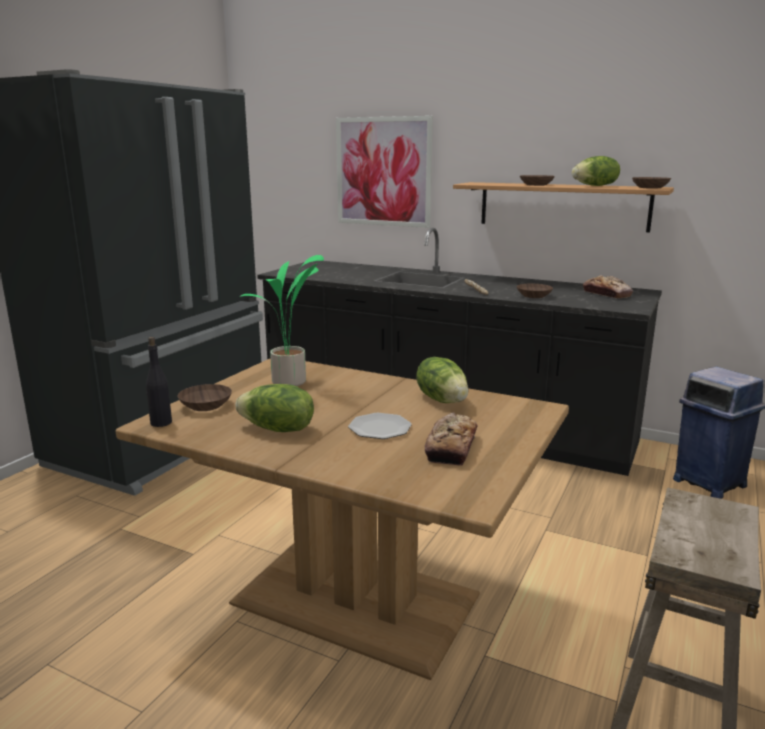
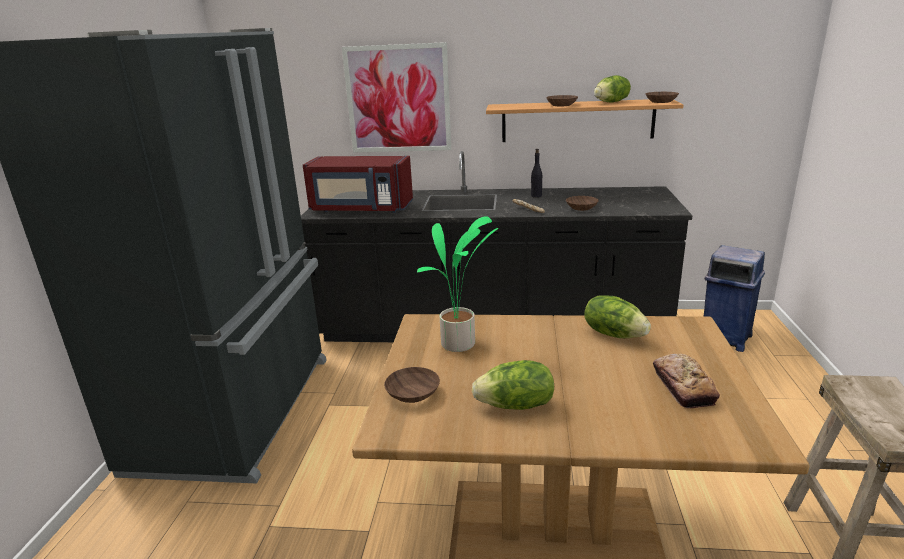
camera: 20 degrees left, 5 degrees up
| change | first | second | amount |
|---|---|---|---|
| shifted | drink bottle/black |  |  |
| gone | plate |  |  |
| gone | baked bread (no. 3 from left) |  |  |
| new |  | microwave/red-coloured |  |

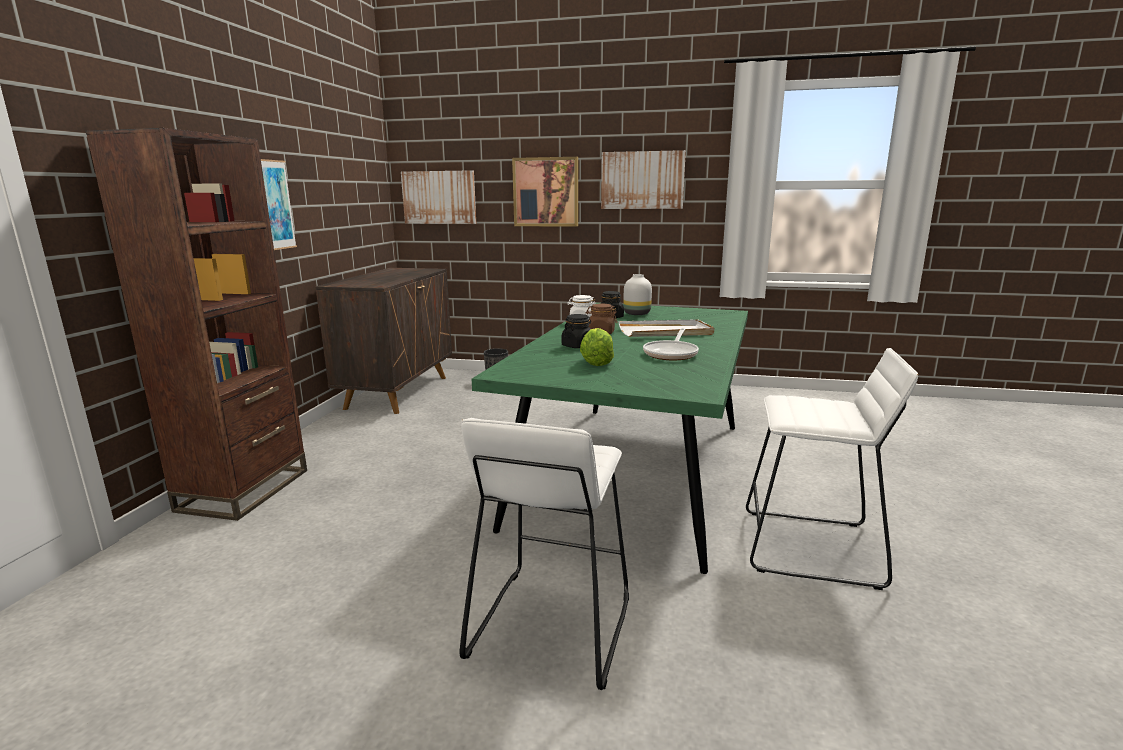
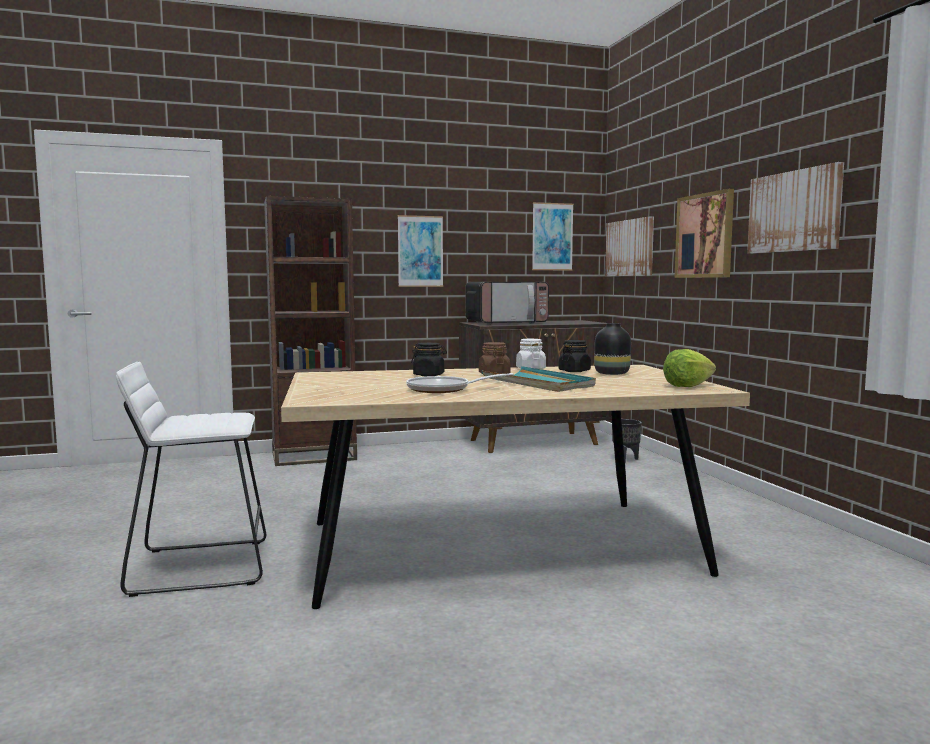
camera: 60 degrees right, 10 degrees down
| change | first | second | amount |
|---|---|---|---|
| repainted | kitchen table/green | kitchen table/beige |  |
| shifted | lettuce head |  |  |
| repainted | serving tray/white-coloured | serving tray/turquoise-coloured |  |
| repainted | flower vase/white-coloured | flower vase/black |  |
| gone | sitting stool/white-coloured (no. 2 from left) |  |  |
| new |  | microwave |  |
| new |  | wall picture (no. 2 from left) |  |

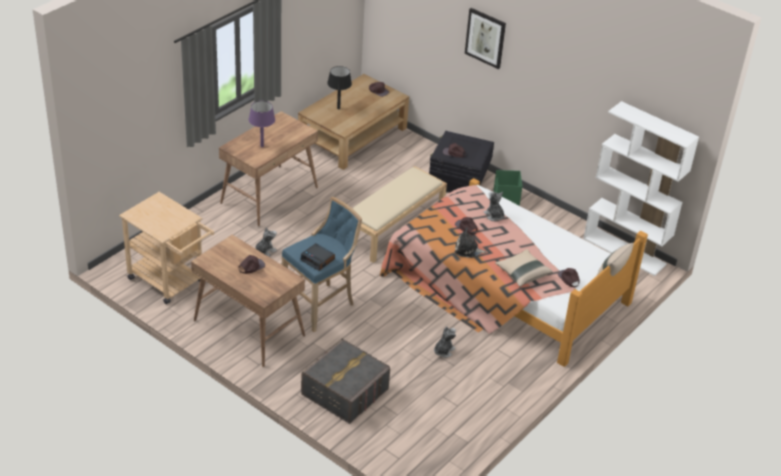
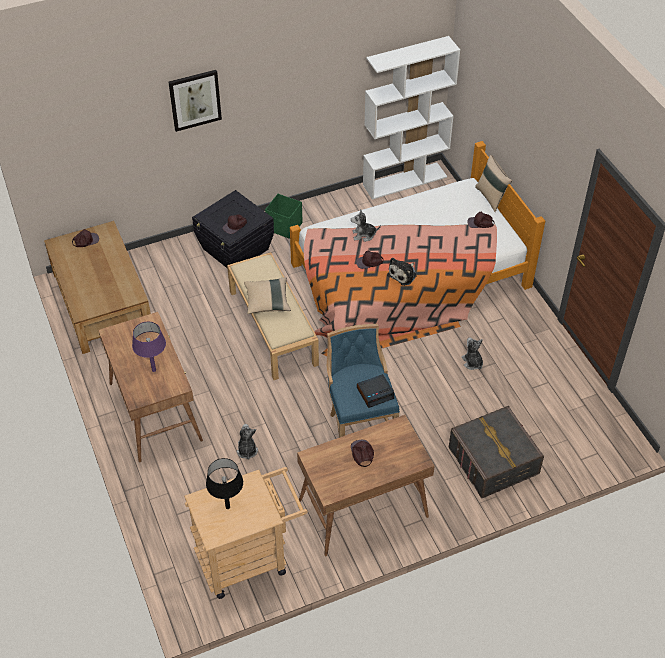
camera: 60 degrees left, 10 degrees up
| change | first | second | amount |
|---|---|---|---|
| shifted | table lamp/black |  |  |
| shifted | throw pillow/beige (no. 1 from left) |  |  |

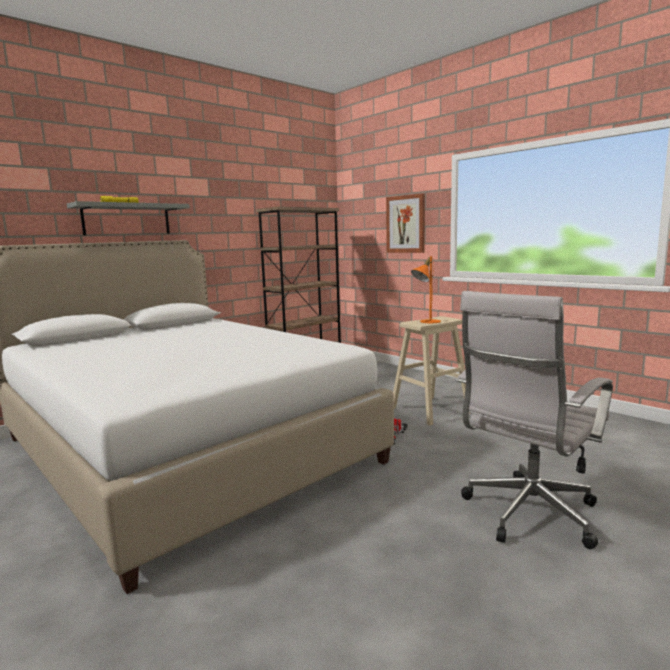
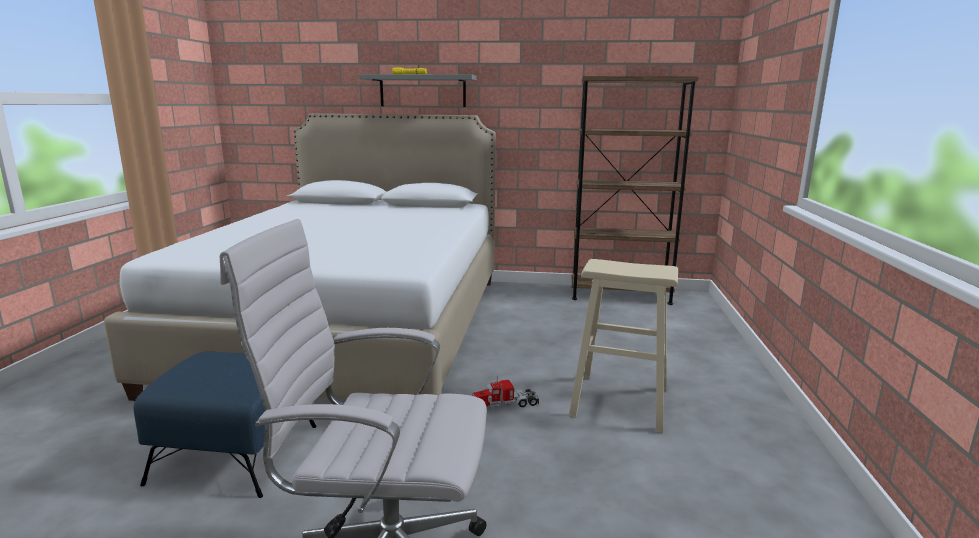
camera: 50 degrees right, 5 degrees up
| change | first | second | amount |
|---|---|---|---|
| gone | wall picture |  |  |
| gone | table lamp/orangey |  |  |
| new |  | ottoman/blue-coloured |  |

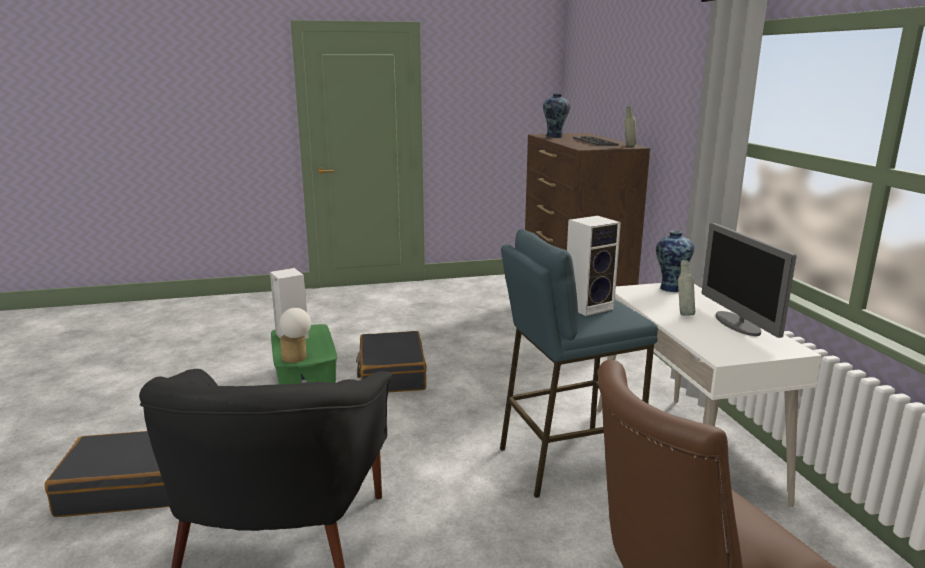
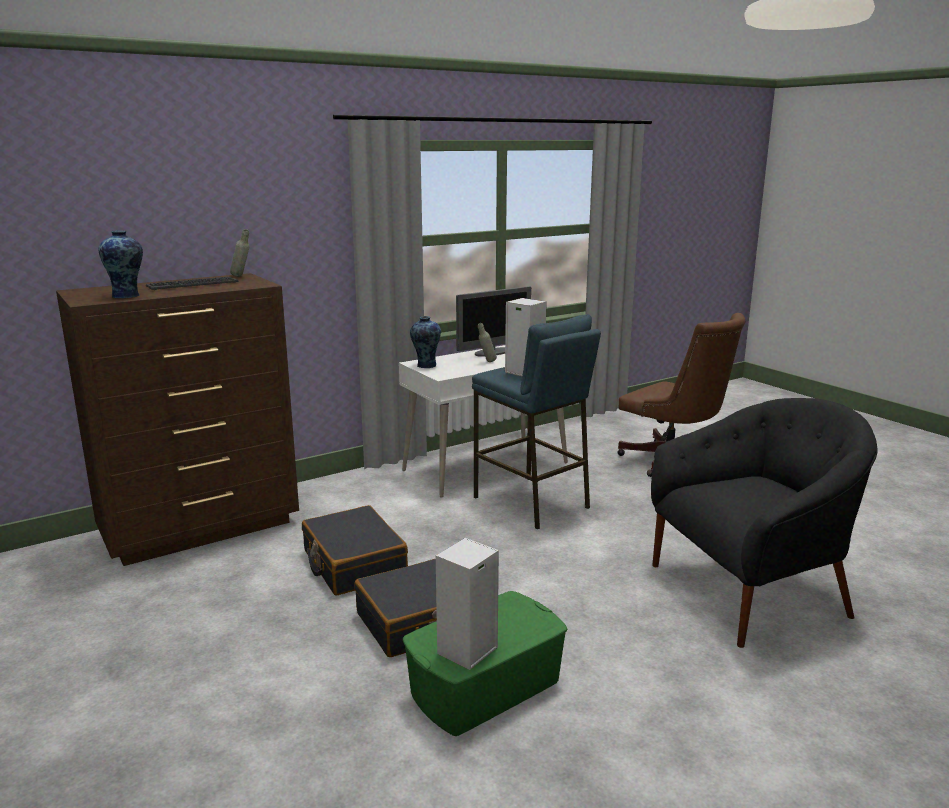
camera: 110 degrees left, 0 degrees up
| change | first | second | amount |
|---|---|---|---|
| shifted | travel case/black (no. 1 from left) |  |  |
| gone | table lamp |  |  |

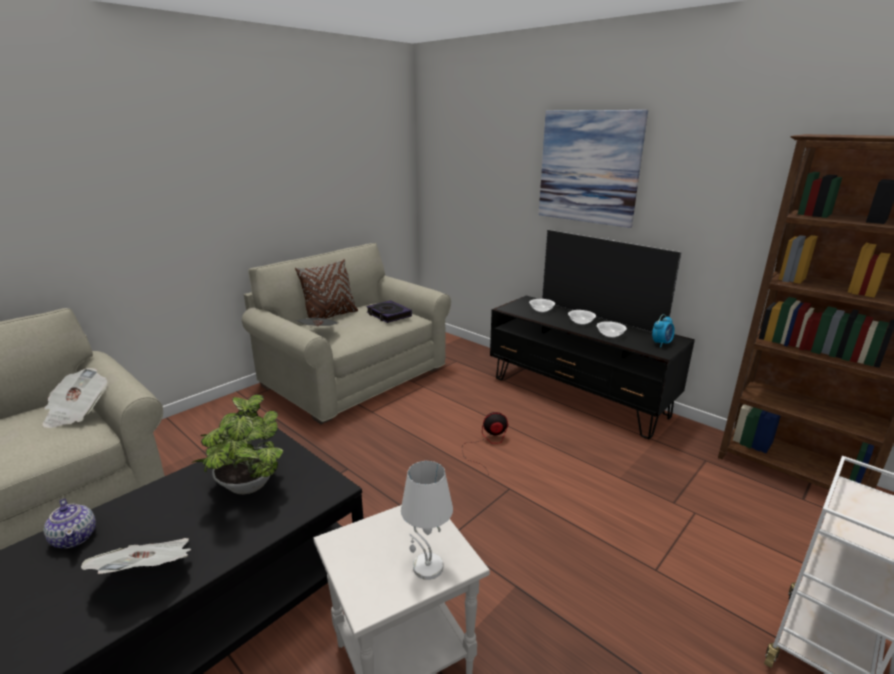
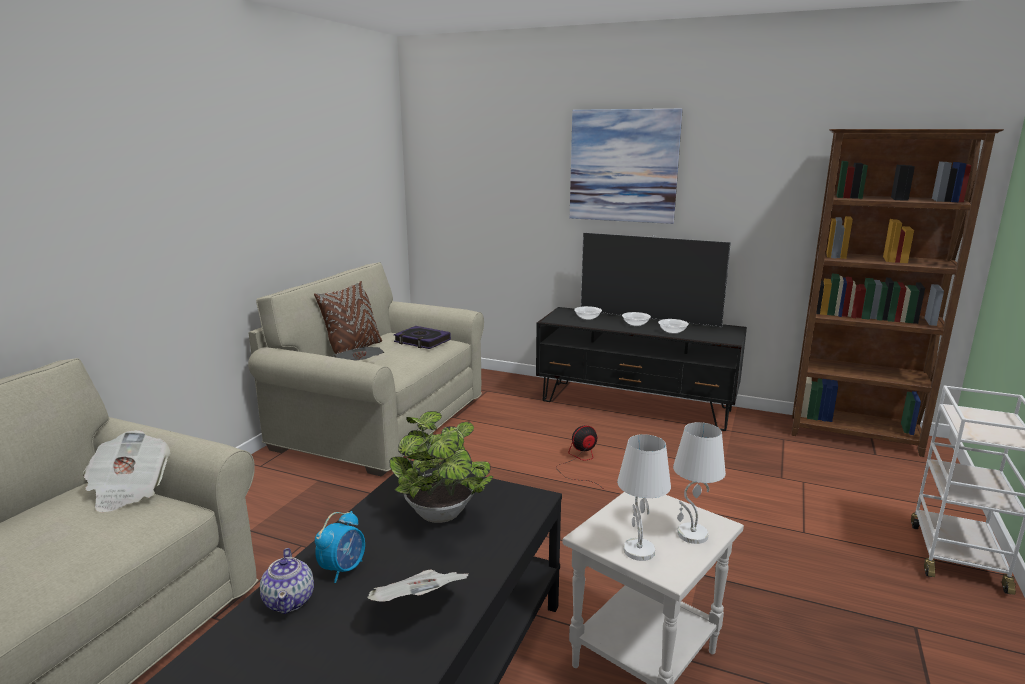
camera: 20 degrees left, 5 degrees down
| change | first | second | amount |
|---|---|---|---|
| rotated | tea pot |  | 45 degrees clockwise |
| shifted | alarm clock |  |  |
| new |  | table lamp/white-coloured (no. 1 from left) |  |

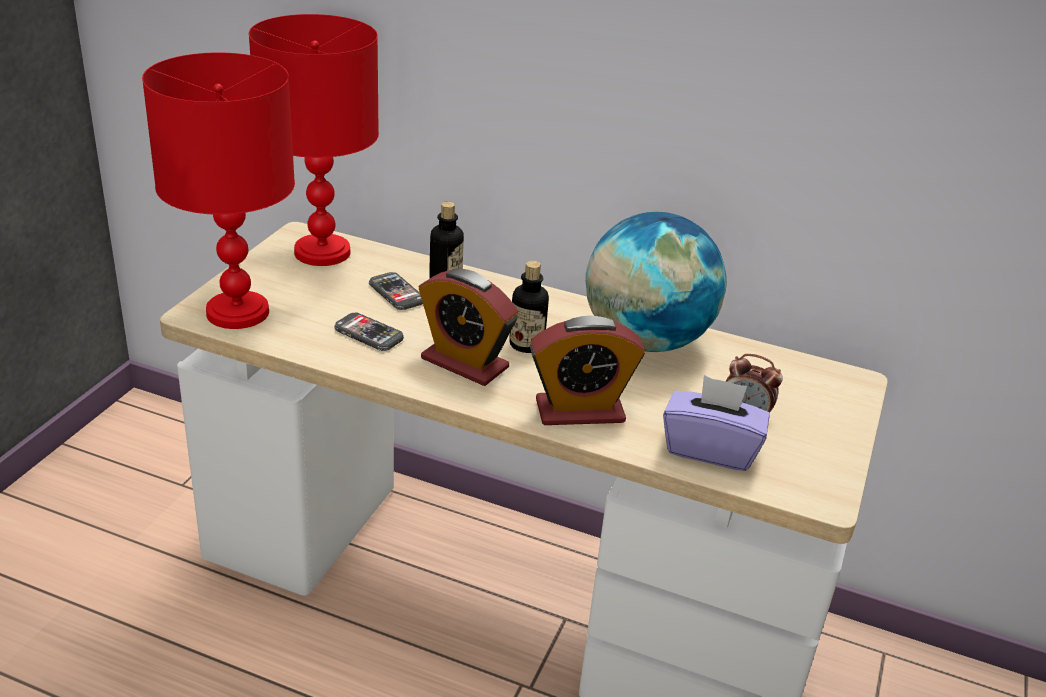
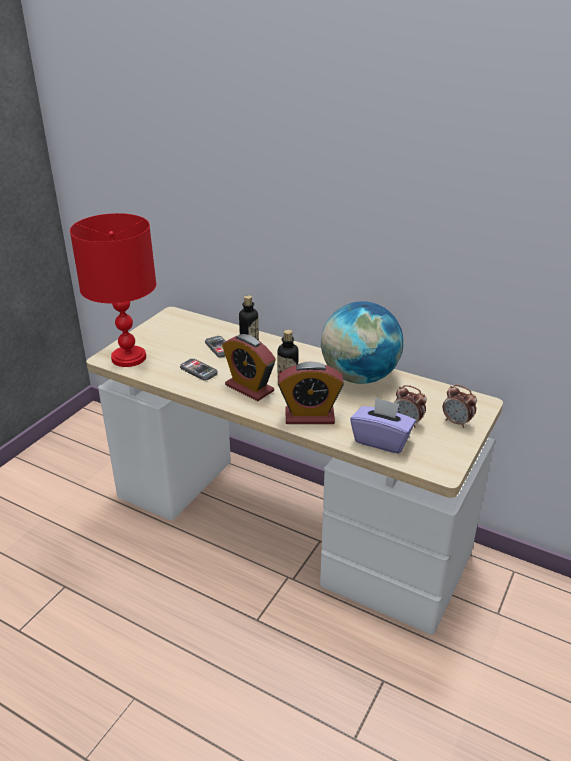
camera: 10 degrees right, 0 degrees up
| change | first | second | amount |
|---|---|---|---|
| gone | table lamp/red-coloured (no. 2 from left) |  |  |
| new |  | alarm clock (no. 4 from left) |  |

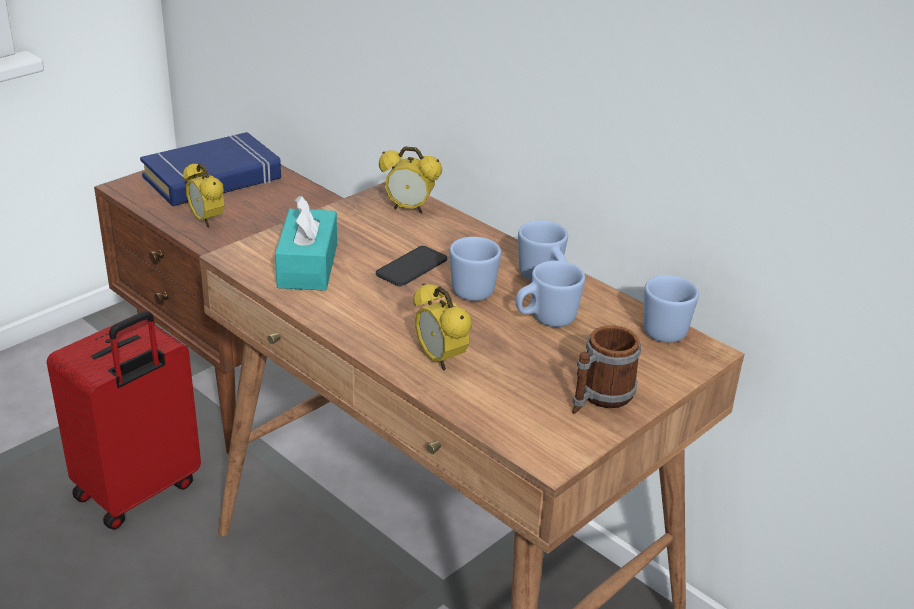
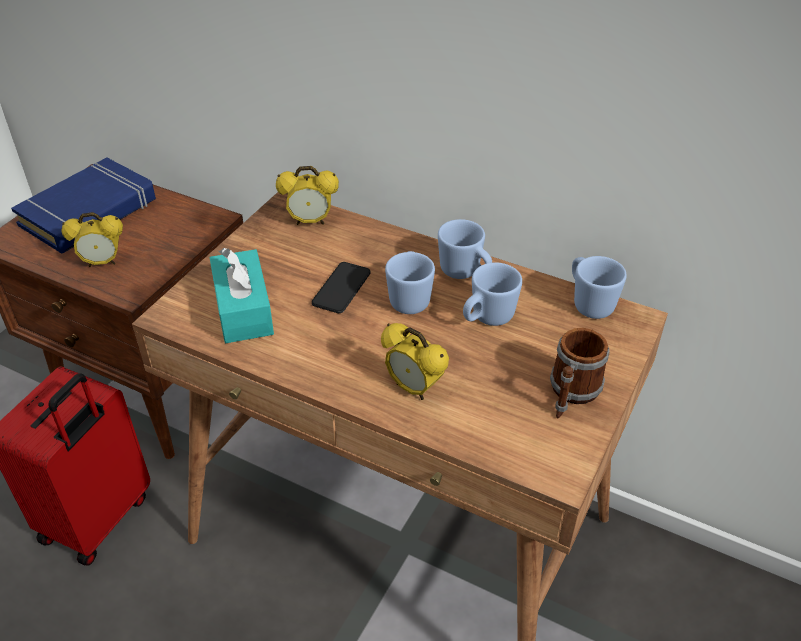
camera: 15 degrees left, 10 degrees up
| change | first | second | amount |
|---|---|---|---|
| rotated | alarm clock (no. 1 from left) |  | 45 degrees counterclockwise |

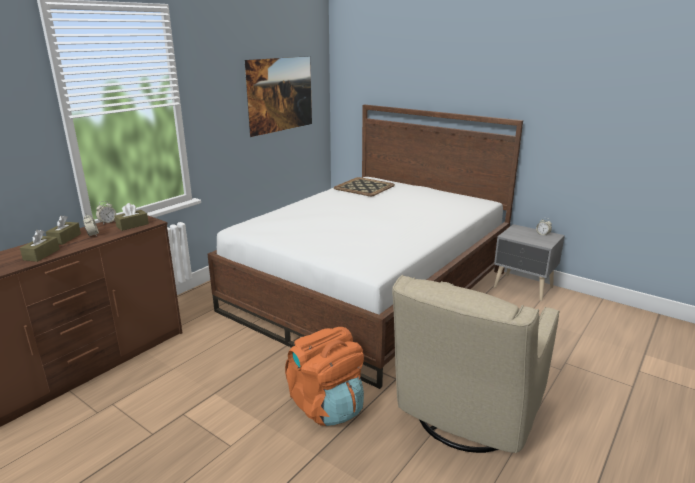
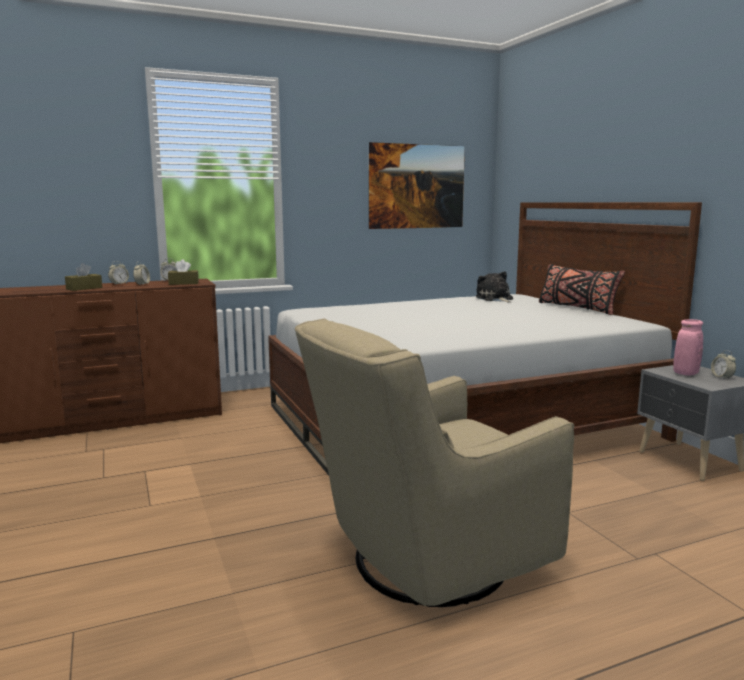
camera: 30 degrees right, 10 degrees down
| change | first | second | amount |
|---|---|---|---|
| swapped | tissue holder/brown (no. 2 from left) | alarm clock (no. 1 from left) |  |
| gone | backpack/orangey |  |  |
| swapped | serving tray | soft toy |  |
| new |  | throw pillow/black |  |
| new |  | flower vase/pink |  |

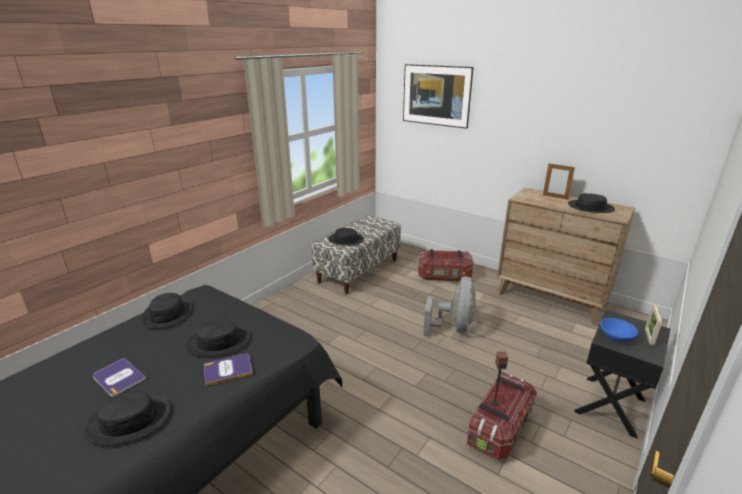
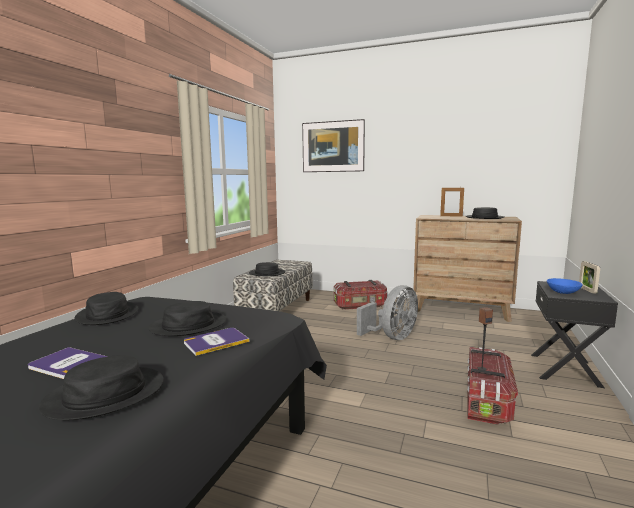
camera: 15 degrees left, 15 degrees down
| change | first | second | amount |
|---|---|---|---|
| rotated | electric fan/grey |  | 45 degrees clockwise |

